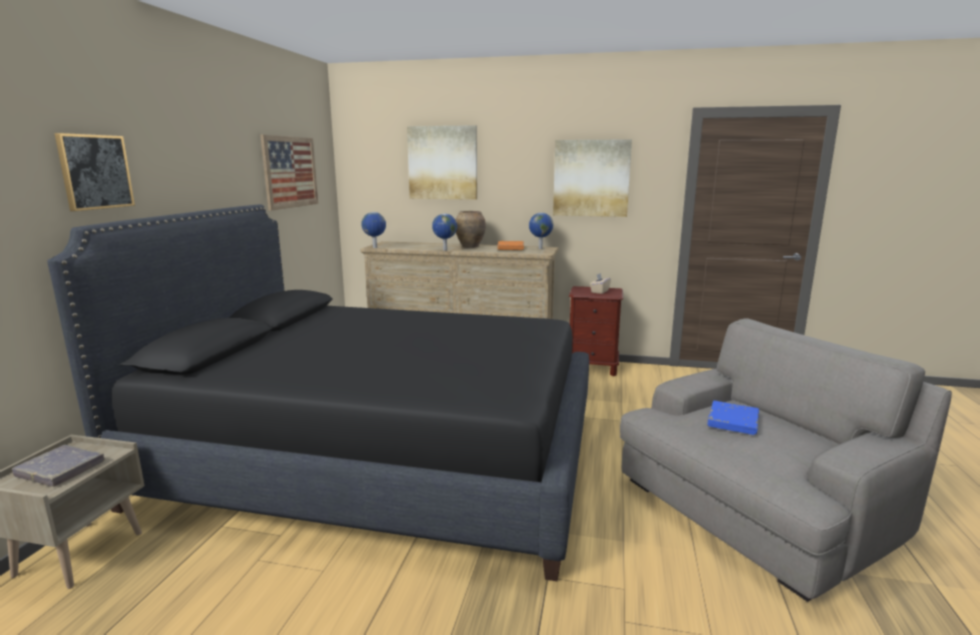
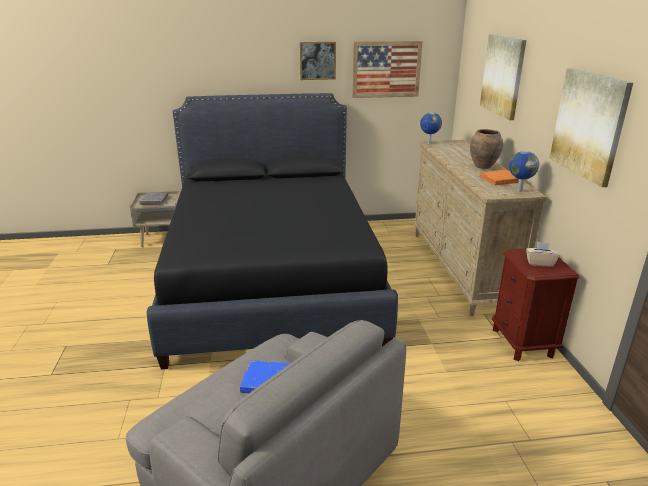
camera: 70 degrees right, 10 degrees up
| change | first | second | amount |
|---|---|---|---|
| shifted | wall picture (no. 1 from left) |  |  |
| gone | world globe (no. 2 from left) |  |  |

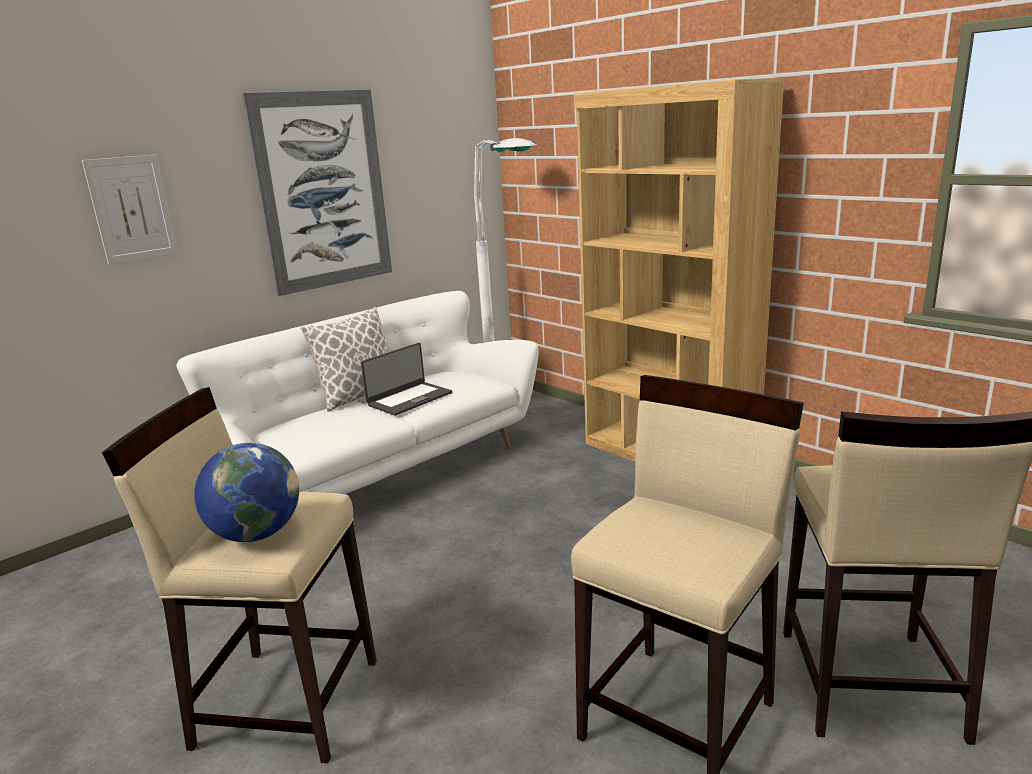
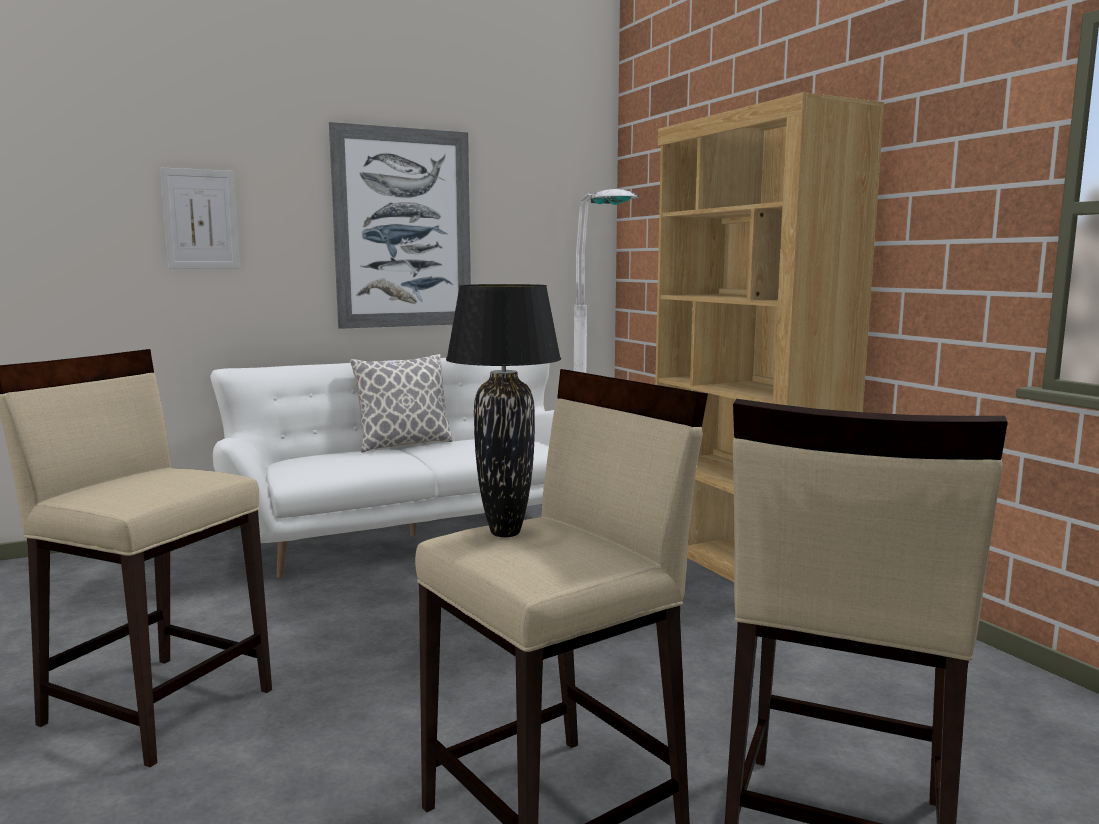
camera: 15 degrees right, 10 degrees down
| change | first | second | amount |
|---|---|---|---|
| gone | world globe |  |  |
| gone | portable computer |  |  |
| new |  | table lamp/black |  |

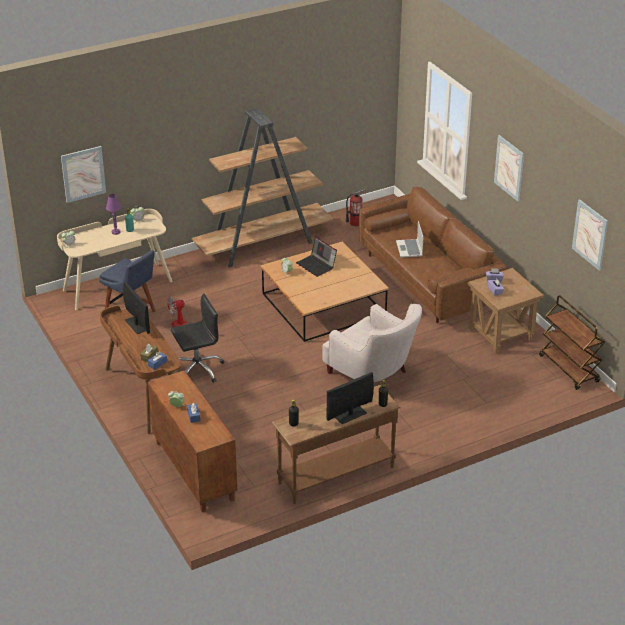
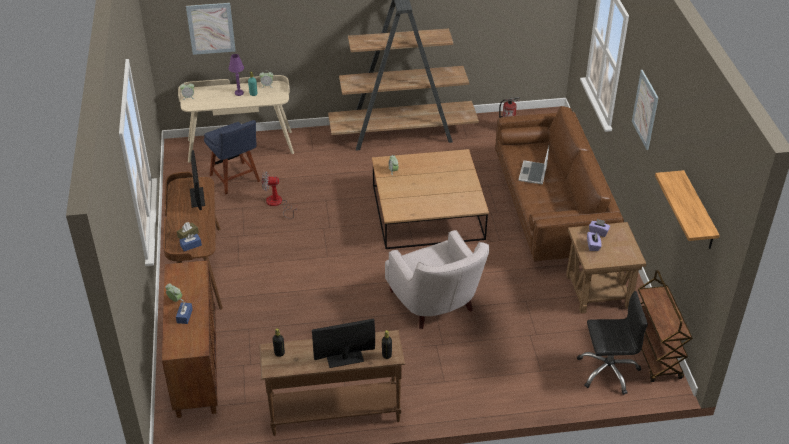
camera: 20 degrees right, 5 degrees up
| change | first | second | amount |
|---|---|---|---|
| shifted | computer chair/black |  |  |
| gone | portable computer (no. 1 from left) |  |  |
| swapped | wall picture (no. 3 from left) | bracket shelf |  |

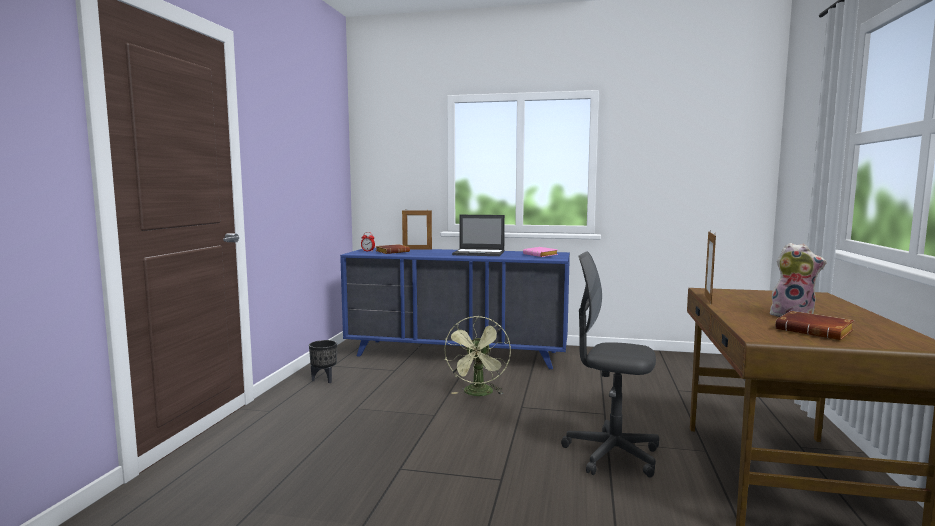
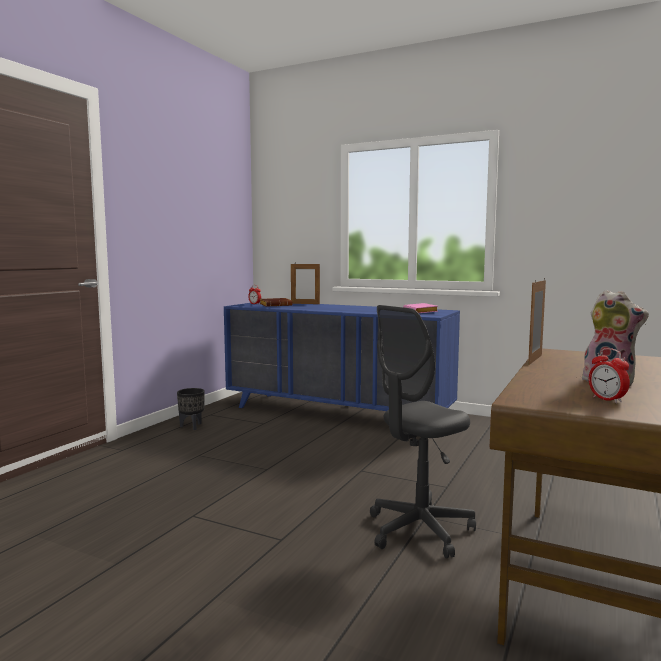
camera: 15 degrees right, 0 degrees up
| change | first | second | amount |
|---|---|---|---|
| gone | electric fan/green |  |  |
| gone | portable computer |  |  |
| rotated | computer chair/grey |  | 75 degrees counterclockwise |
| swapped | volume/brown (no. 2 from left) | alarm clock (no. 2 from left) |  |

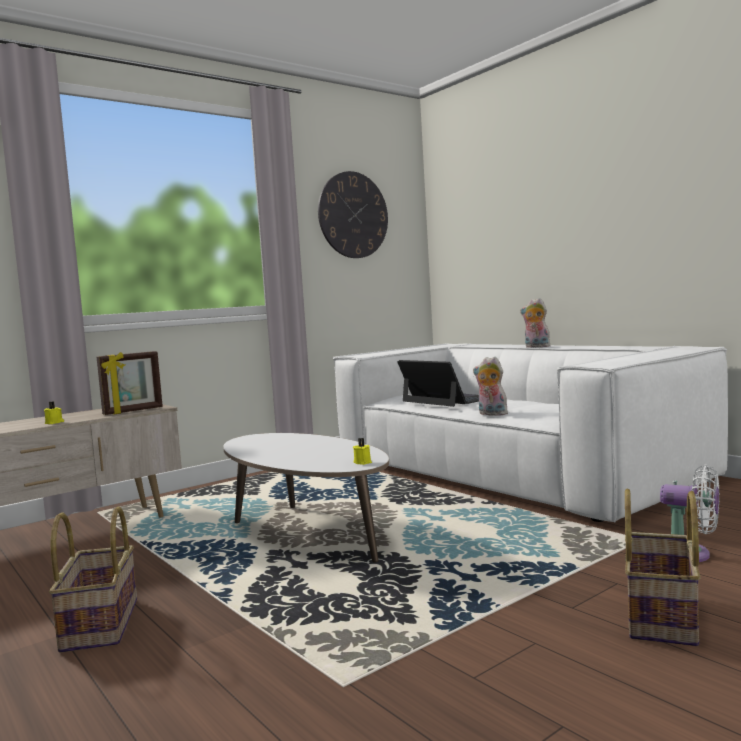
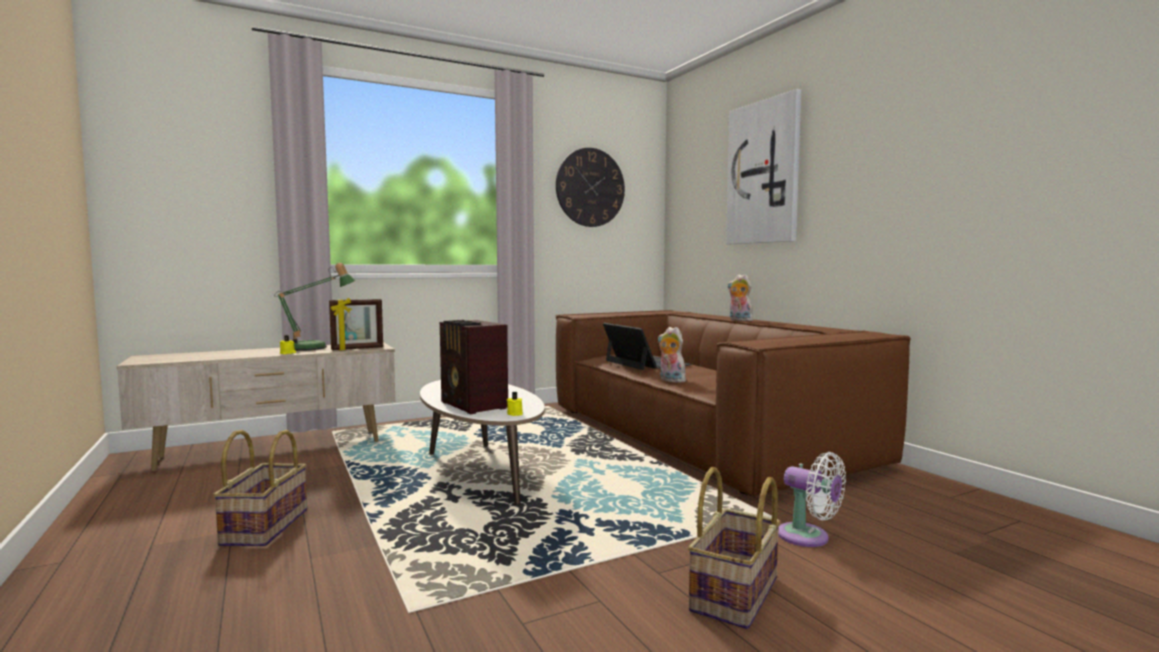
camera: 10 degrees right, 0 degrees up
| change | first | second | amount |
|---|---|---|---|
| repainted | settee/white-coloured | settee/brown |  |
| new |  | table lamp |  |
| new |  | radio set |  |
| new |  | wall picture |  |

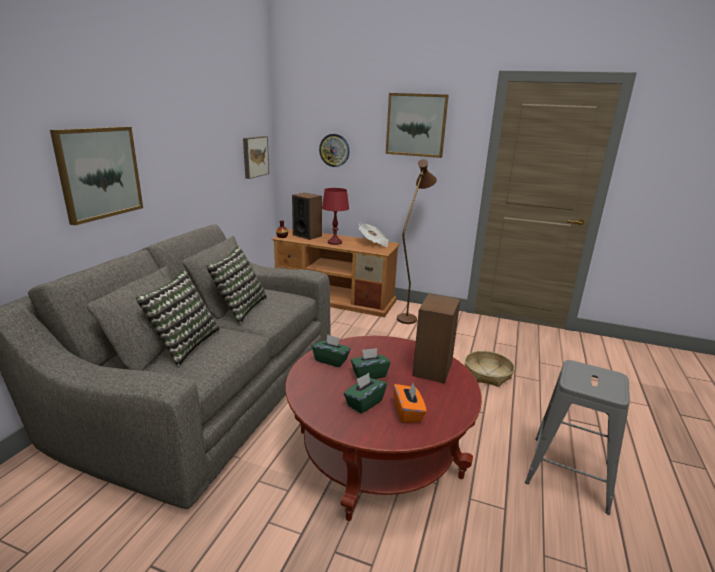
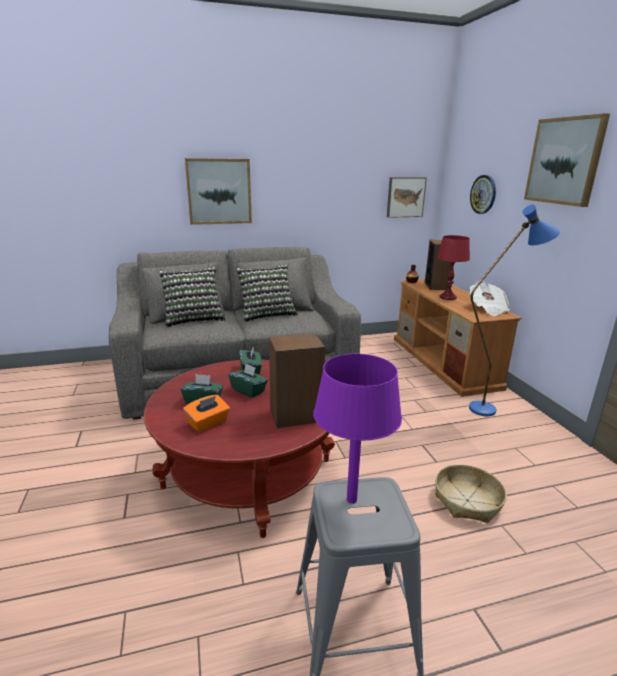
camera: 55 degrees right, 0 degrees up
| change | first | second | amount |
|---|---|---|---|
| repainted | standard lamp/brown | standard lamp/blue-coloured |  |
| new |  | table lamp/purple |  |

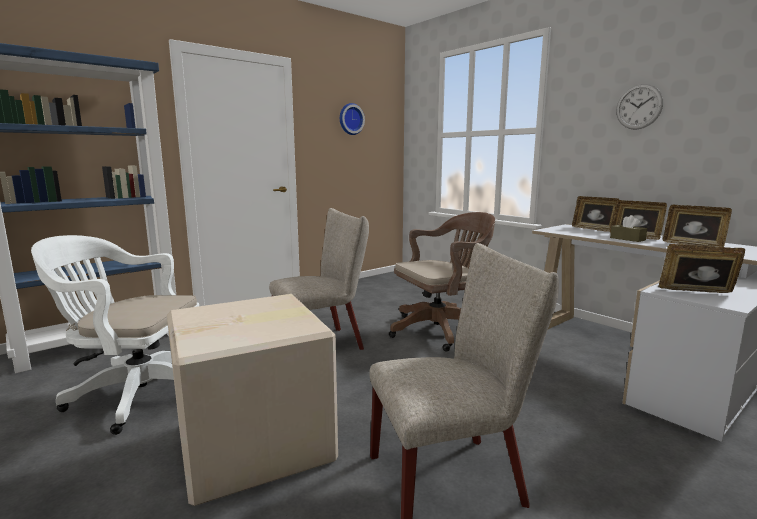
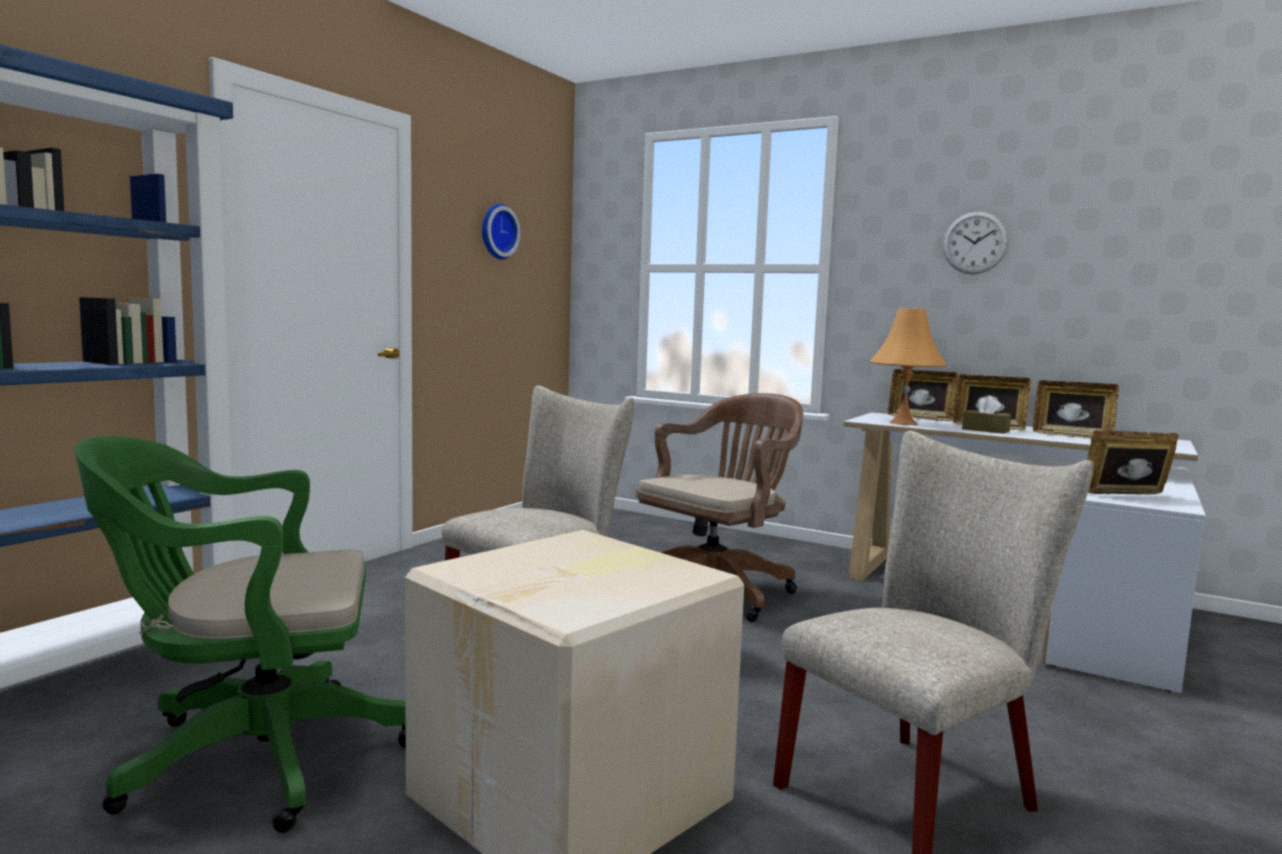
camera: 20 degrees left, 5 degrees down
| change | first | second | amount |
|---|---|---|---|
| repainted | computer chair/white-coloured | computer chair/green |  |
| new |  | table lamp/orangey |  |

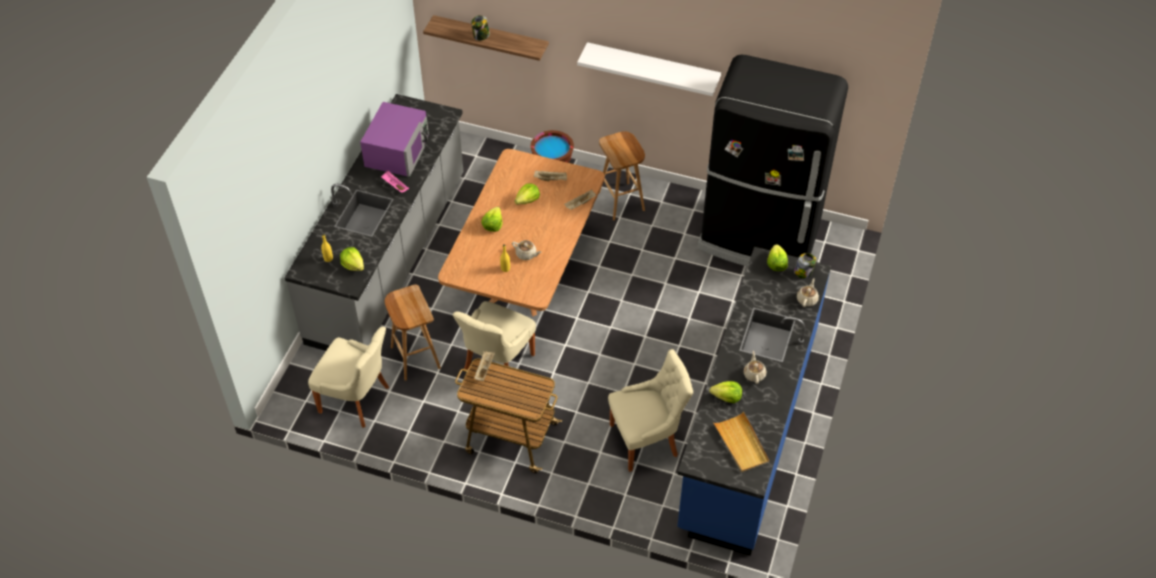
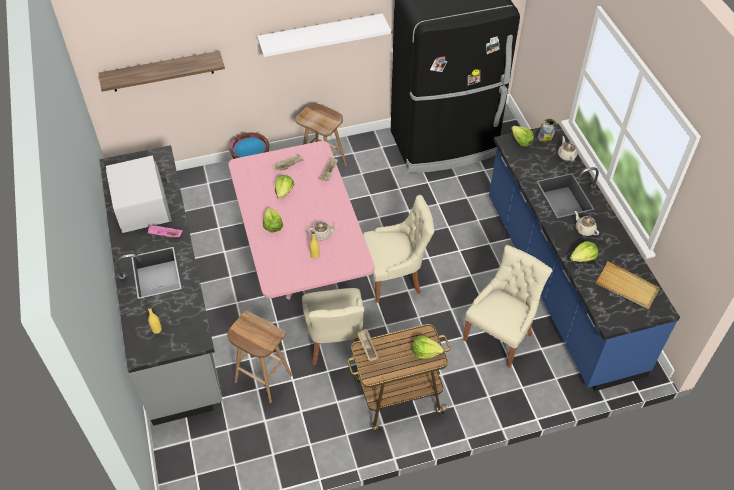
camera: 35 degrees left, 0 degrees up
| change | first | second | amount |
|---|---|---|---|
| shifted | upright chair/beige (no. 1 from left in the first image) | upright chair/beige (no. 2 from left) |  |
| shifted | lettuce head (no. 1 from left in the first image) | lettuce head (no. 3 from left) |  |
| repainted | microwave/purple | microwave/white-coloured |  |
| repainted | kitchen table/brown | kitchen table/pink |  |
| gone | jar (no. 1 from left) |  |  |

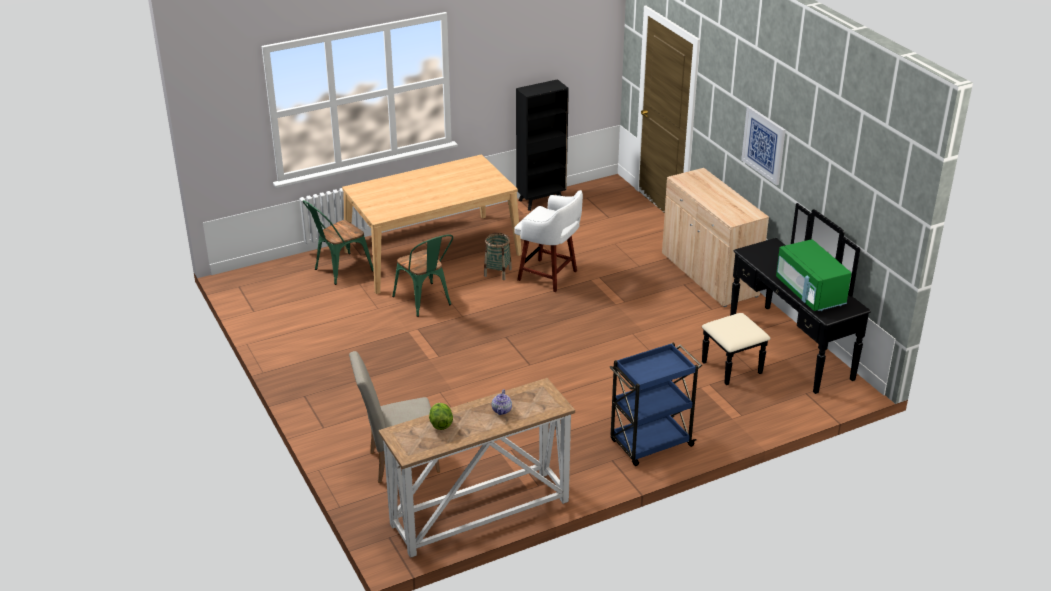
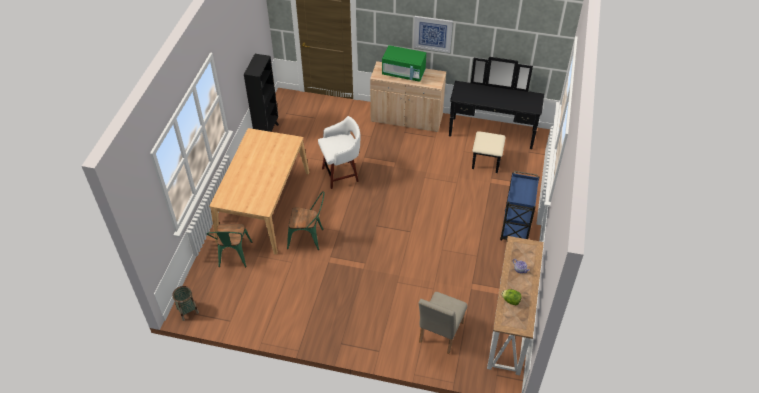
camera: 50 degrees left, 15 degrees up
| change | first | second | amount |
|---|---|---|---|
| shifted | household basket |  |  |
| shifted | microwave/green |  |  |

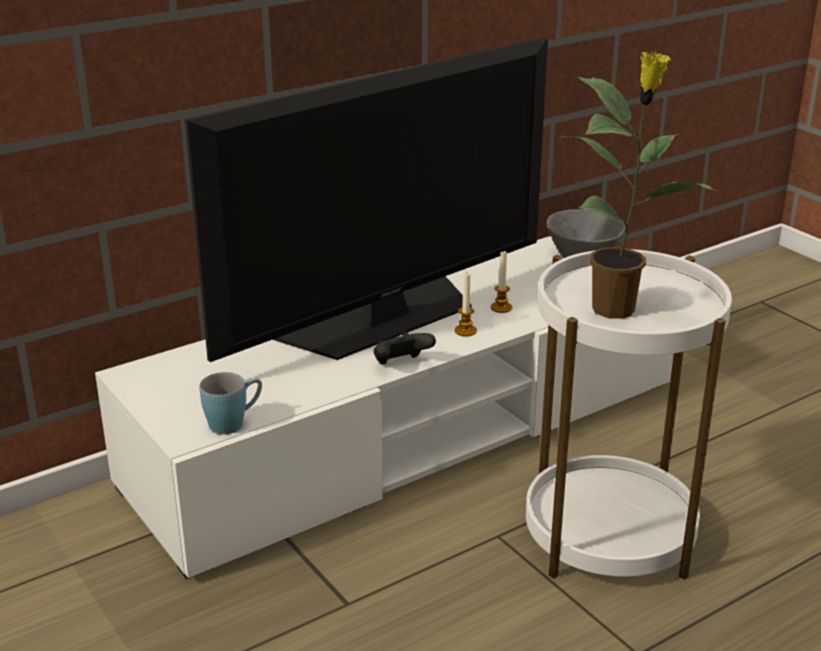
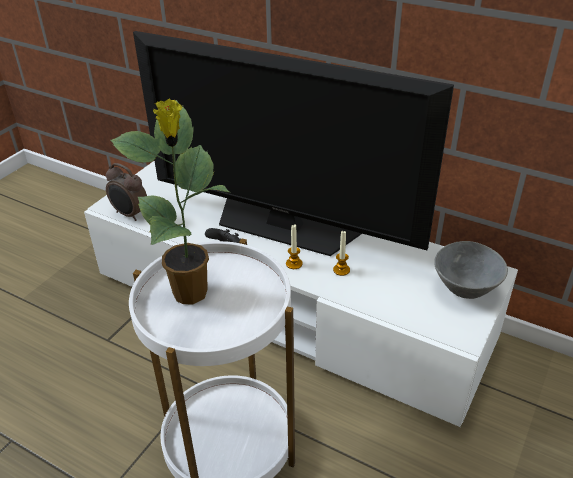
camera: 65 degrees right, 10 degrees up
| change | first | second | amount |
|---|---|---|---|
| swapped | tea mug/blue-coloured | alarm clock |  |

